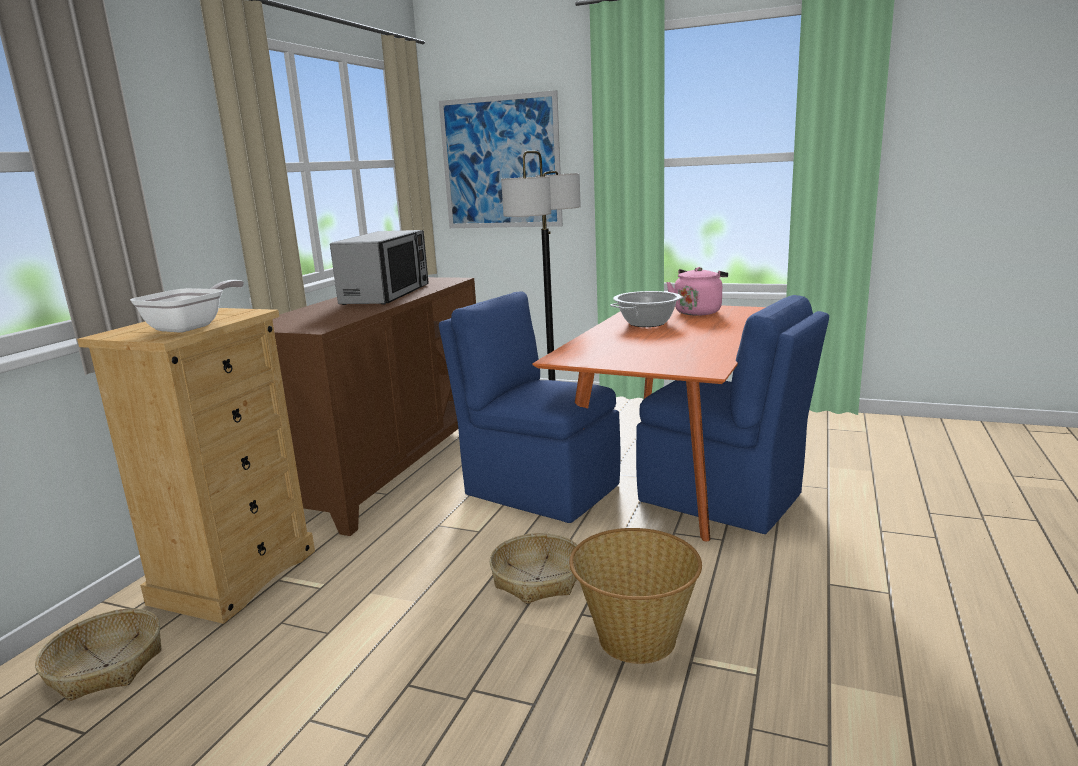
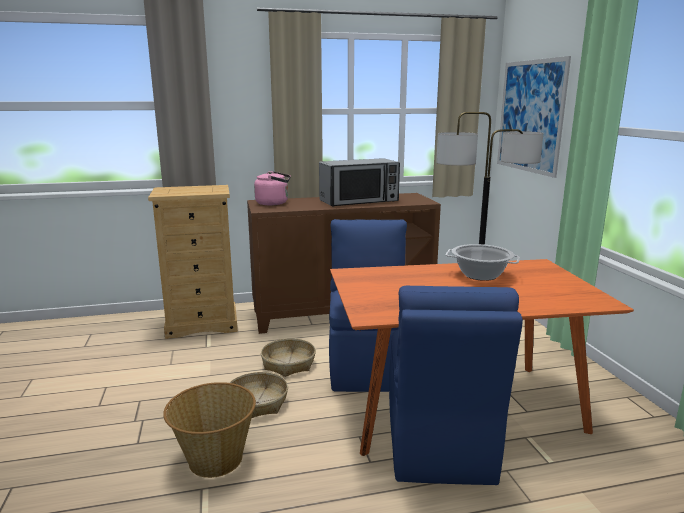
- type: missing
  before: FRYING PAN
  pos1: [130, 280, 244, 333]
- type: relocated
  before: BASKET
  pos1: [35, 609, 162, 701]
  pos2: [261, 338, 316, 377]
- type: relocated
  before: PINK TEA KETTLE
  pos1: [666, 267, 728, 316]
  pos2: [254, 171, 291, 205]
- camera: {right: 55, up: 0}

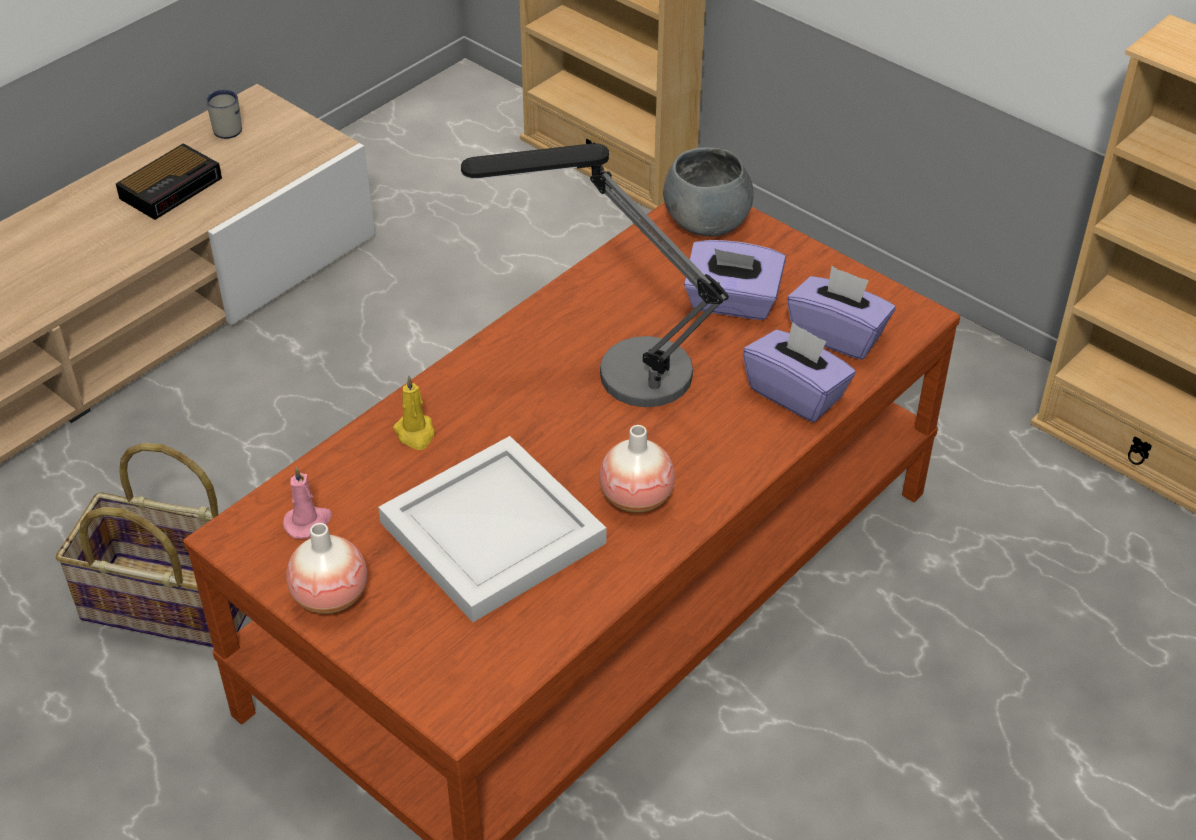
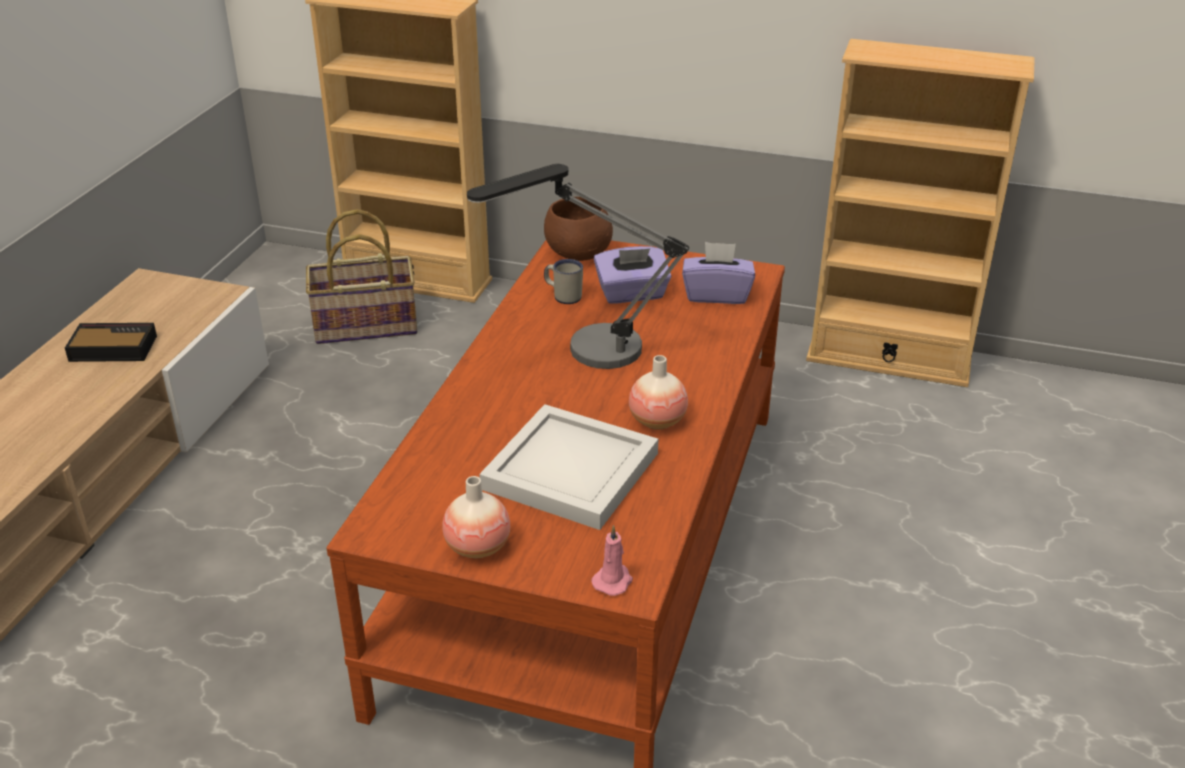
- type: missing
  before: YELLOW WAX CANDLE
  pos1: [393, 376, 435, 450]
- type: missing
  before: PURPLE-COLOURED BOX OF TISSUES
  pos1: [743, 322, 856, 422]
- type: relocated
  before: BASKET
  pos1: [55, 443, 247, 647]
  pos2: [306, 209, 417, 344]
- type: relocated
  before: WHITE MUG
  pos1: [206, 90, 242, 139]
  pos2: [544, 259, 583, 304]
- type: relocated
  before: PINK WAX CANDLE
  pos1: [283, 466, 332, 539]
  pos2: [592, 525, 633, 596]
- type: colour
  before: GRAY SERVING BOWL
  after: BROWN SERVING BOWL
  pos1: [663, 147, 753, 237]
  pos2: [544, 197, 613, 261]
- type: spun
  before: ALARM CLOCK
  pos1: [116, 143, 222, 220]
  pos2: [65, 323, 157, 362]
  turn: -105
- camera: {right: -25, up: -10}

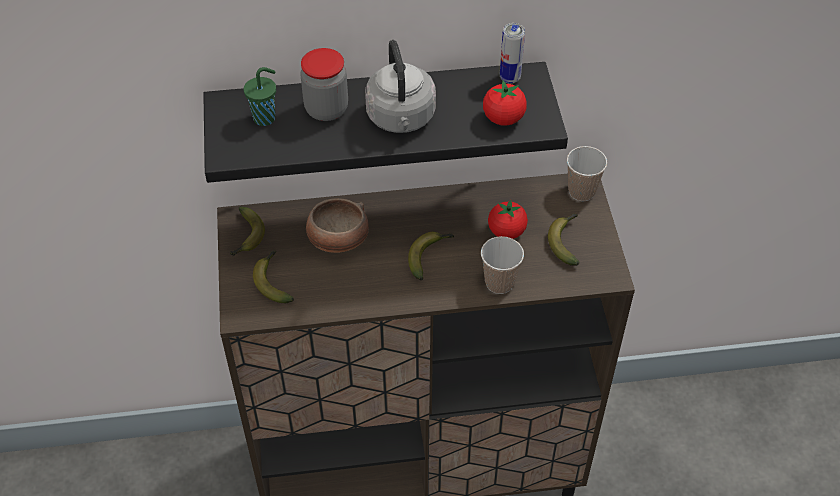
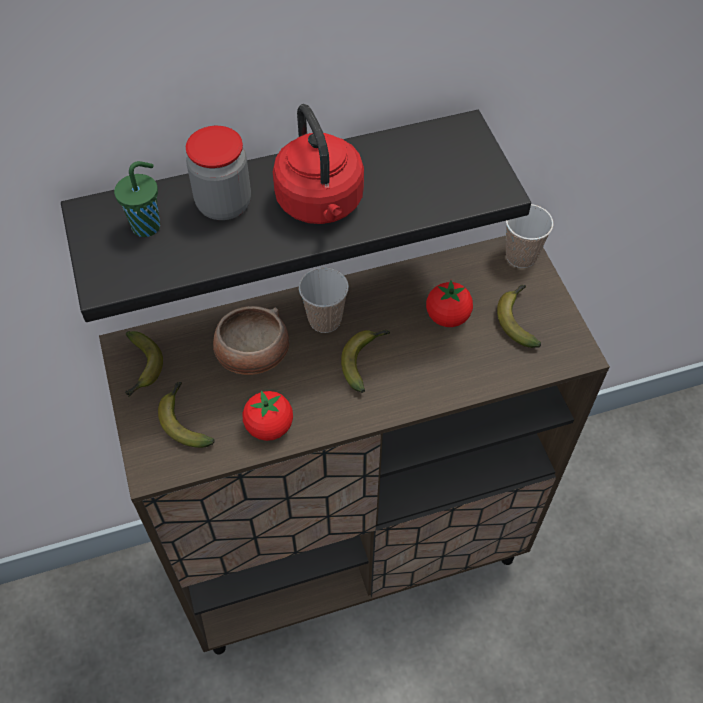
- type: missing
  before: CAN
  pos1: [500, 23, 525, 84]
- type: relocated
  before: CUP
  pos1: [481, 236, 524, 294]
  pos2: [299, 267, 349, 333]
- type: relocated
  before: TOMATO
  pos1: [483, 80, 527, 126]
  pos2: [242, 391, 293, 441]
- type: colour
  before: GRAY TEA KETTLE
  after: REDDISH TEA KETTLE
  pos1: [365, 40, 436, 133]
  pos2: [273, 104, 364, 224]
- camera: {right: -10, up: 5}

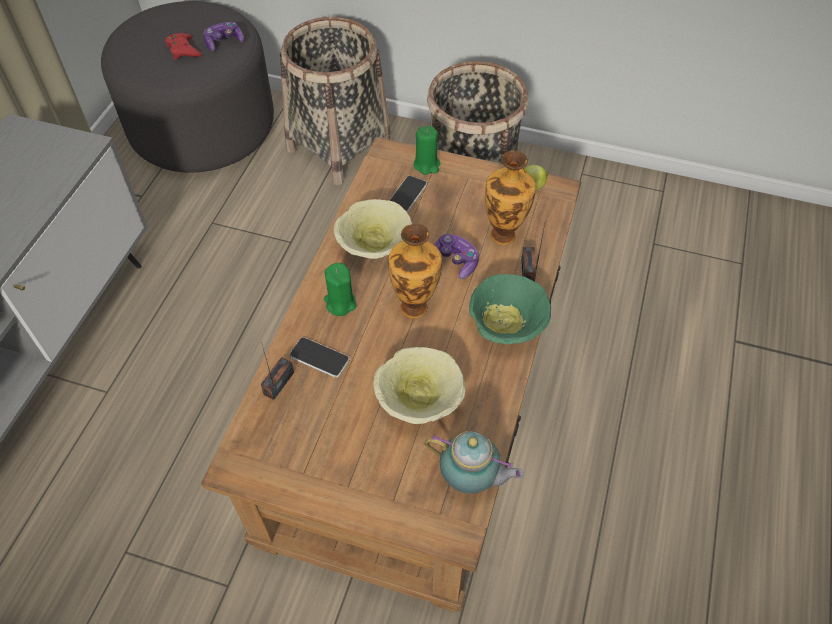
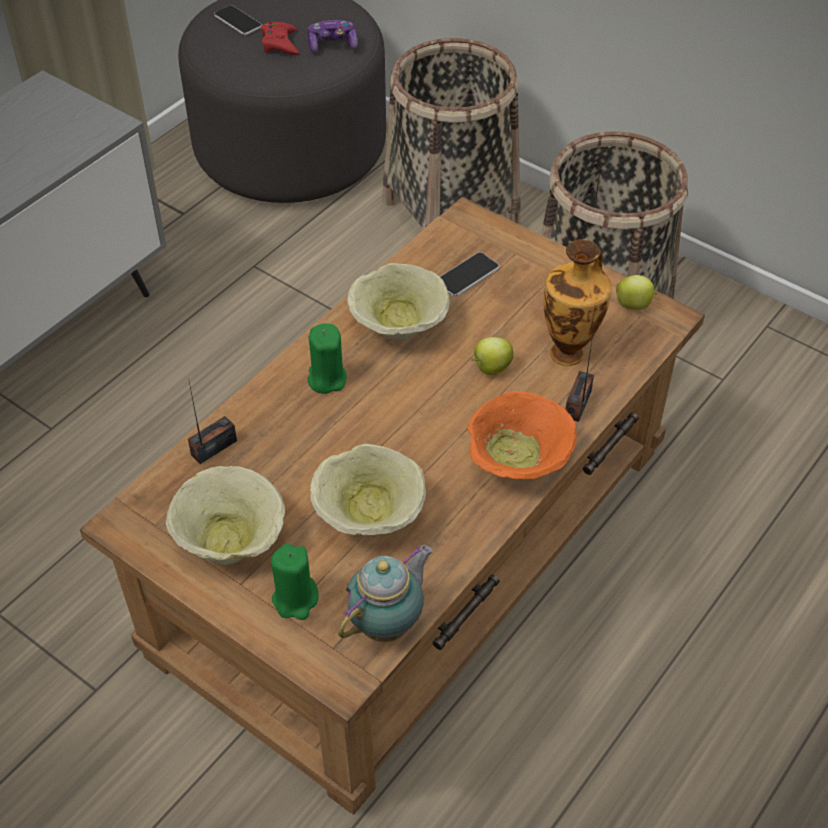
- type: missing
  before: DECORATIVE VASE
  pos1: [388, 224, 442, 319]
- type: appeared
  after: SAND-COLOURED SERVING BOWL
  pos2: [166, 466, 285, 565]
- type: relocated
  before: PHONE
  pos1: [289, 337, 350, 377]
  pos2: [214, 5, 262, 35]
- type: relocated
  before: GREEN-COLOURED WAX CANDLE
  pos1: [413, 126, 440, 175]
  pos2: [271, 544, 319, 620]
- type: exchanged
  before: GAMEPAD
  after: WHOLE APPLE
  pos1: [434, 234, 479, 279]
  pos2: [471, 337, 513, 375]
- type: colour
  before: GREEN-COLOURED SERVING BOWL
  after: ORANGEY SERVING BOWL
  pos1: [469, 274, 551, 344]
  pos2: [468, 391, 577, 480]
- type: spun
  before: POT FOR TEA
  pos1: [424, 431, 523, 494]
  pos2: [338, 545, 433, 642]
  turn: -90
- camera: {right: 20, up: -5}

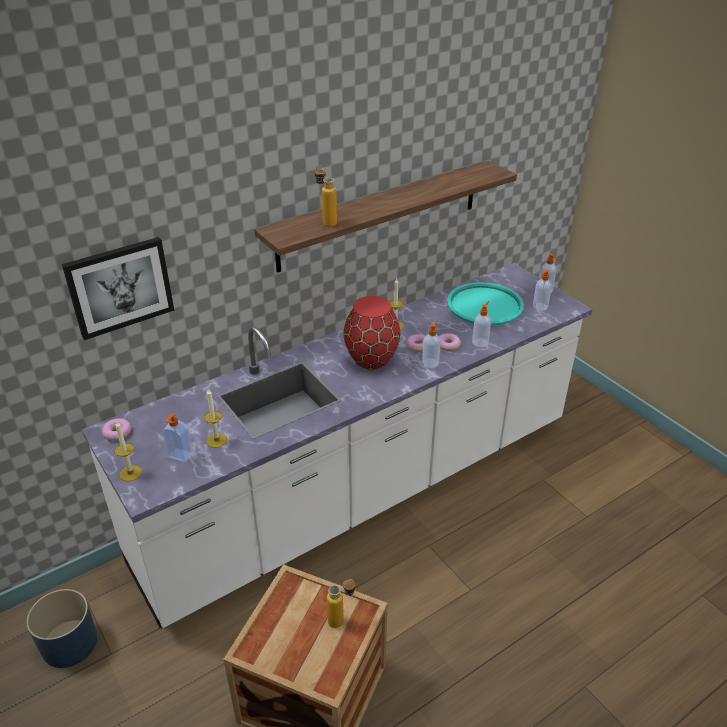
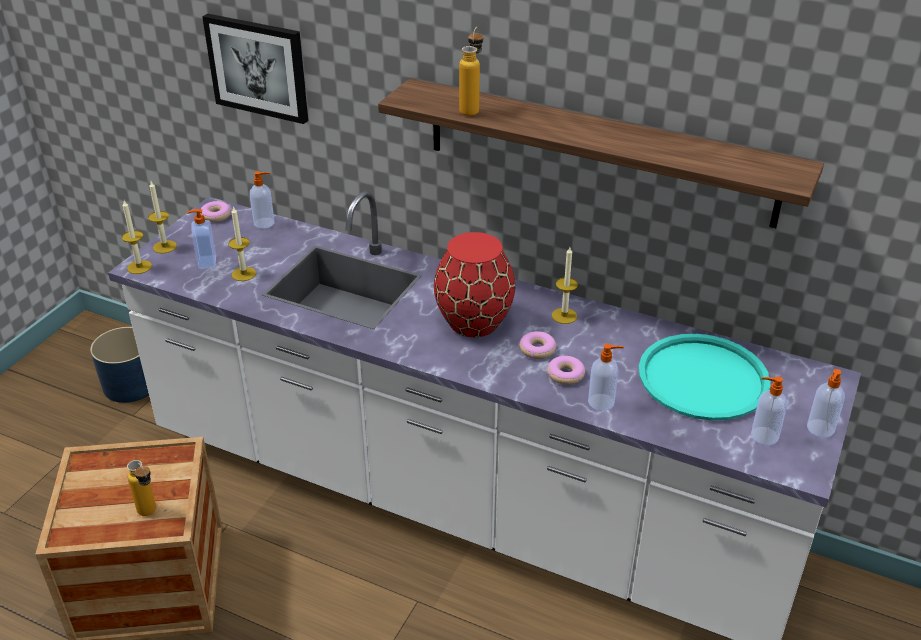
- type: appeared
  after: WAX CANDLE
  pos2: [122, 200, 152, 274]
- type: relocated
  before: SOAP BOTTLE
  pos1: [422, 320, 441, 368]
  pos2: [250, 171, 275, 229]
- camera: {right: 60, up: 0}

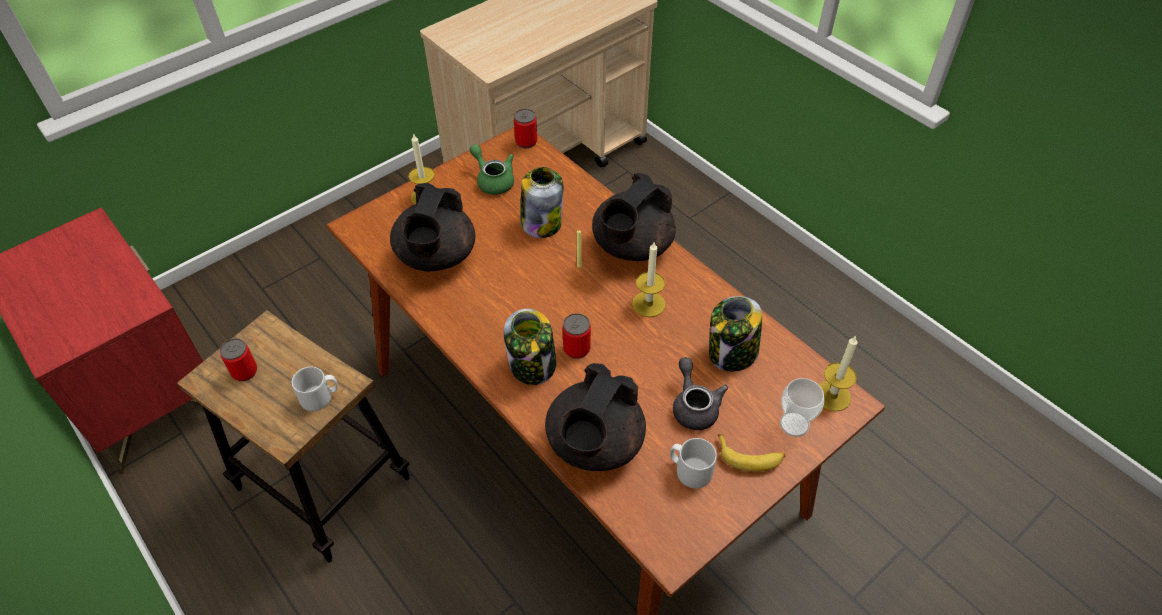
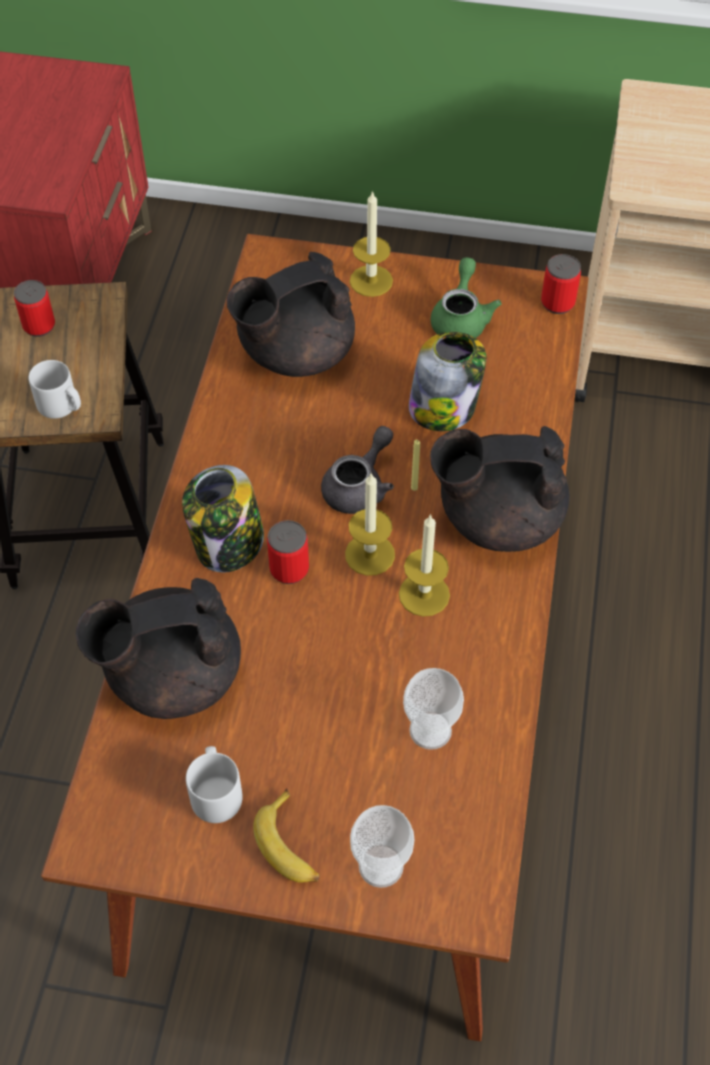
- type: relocated
  before: GRAY POT FOR TEA
  pos1: [673, 357, 728, 430]
  pos2: [321, 426, 394, 514]
- type: relocated
  before: WAX CANDLE
  pos1: [819, 335, 857, 411]
  pos2: [345, 472, 395, 576]
- type: exchanged
  before: STORAGE JAR
  after: CUP
  pos1: [709, 296, 762, 372]
  pos2: [403, 668, 464, 750]
- camera: {right: 50, up: 5}

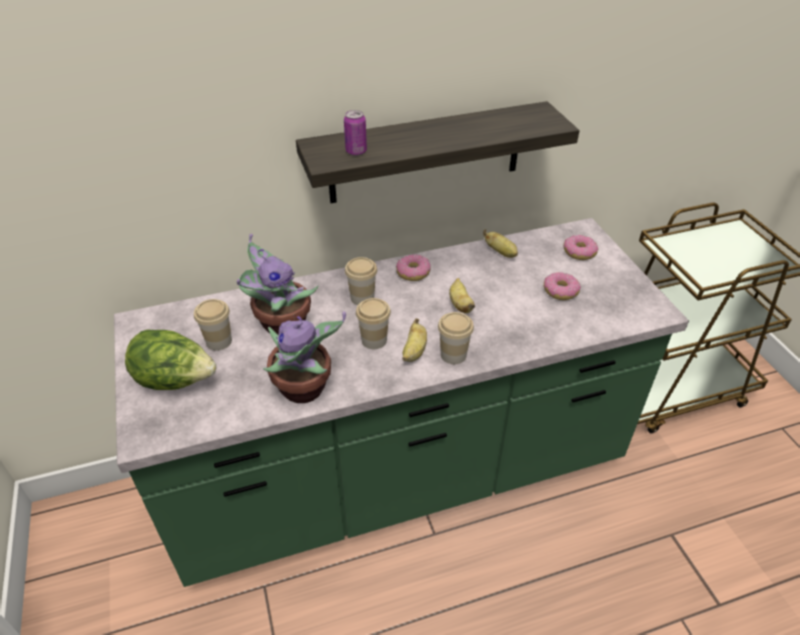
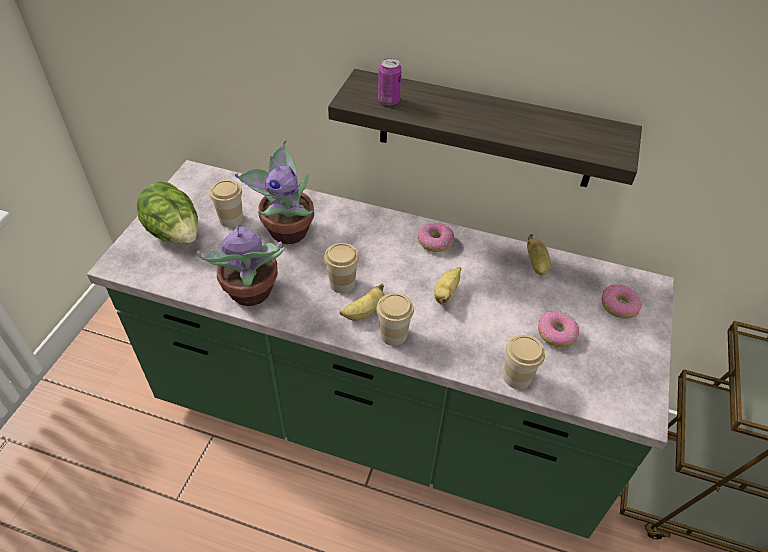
- type: relocated
  before: CUP
  pos1: [345, 257, 377, 305]
  pos2: [503, 335, 545, 389]
- camera: {right: 35, up: 5}

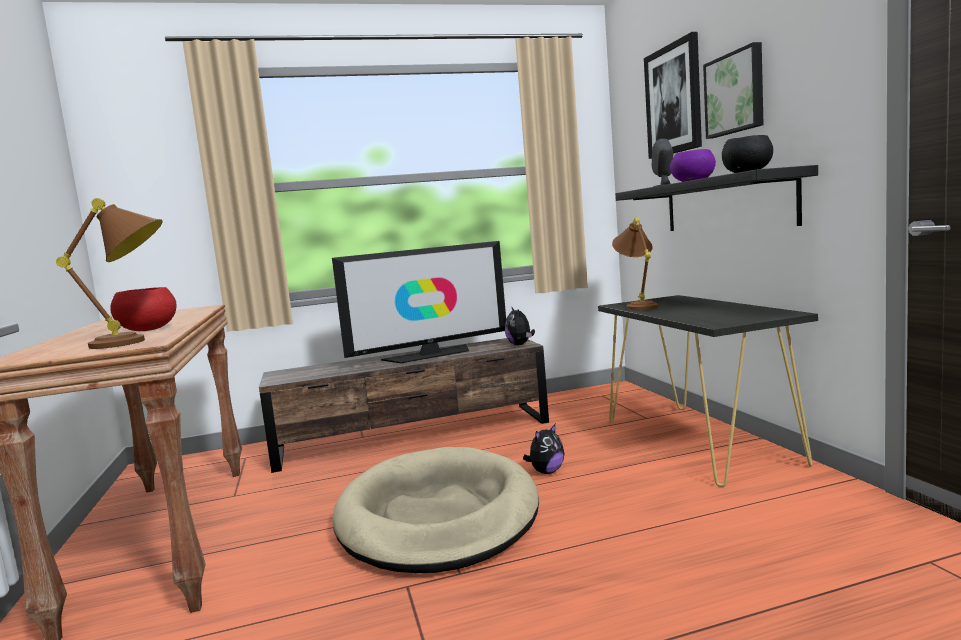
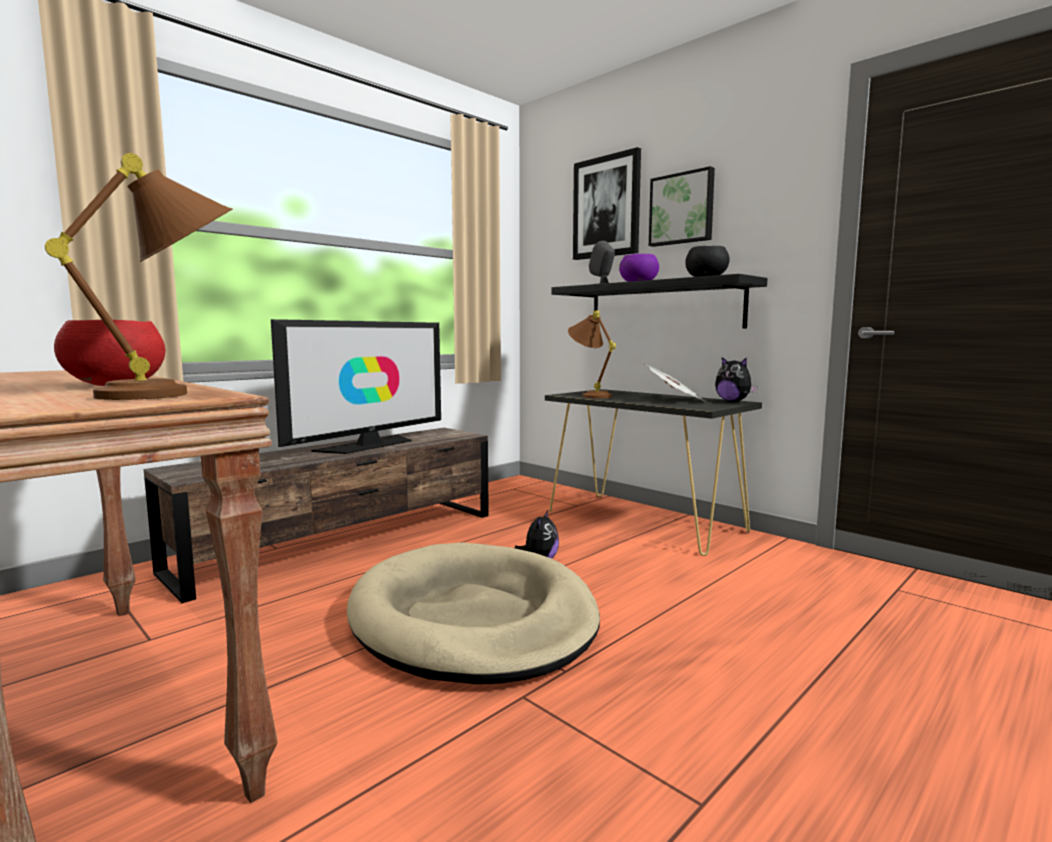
- type: appeared
  after: NEWSPAPER
  pos2: [645, 364, 707, 402]
- type: relocated
  before: PLUSH TOY
  pos1: [505, 306, 535, 345]
  pos2: [715, 357, 758, 402]
- camera: {right: -30, up: 0}

